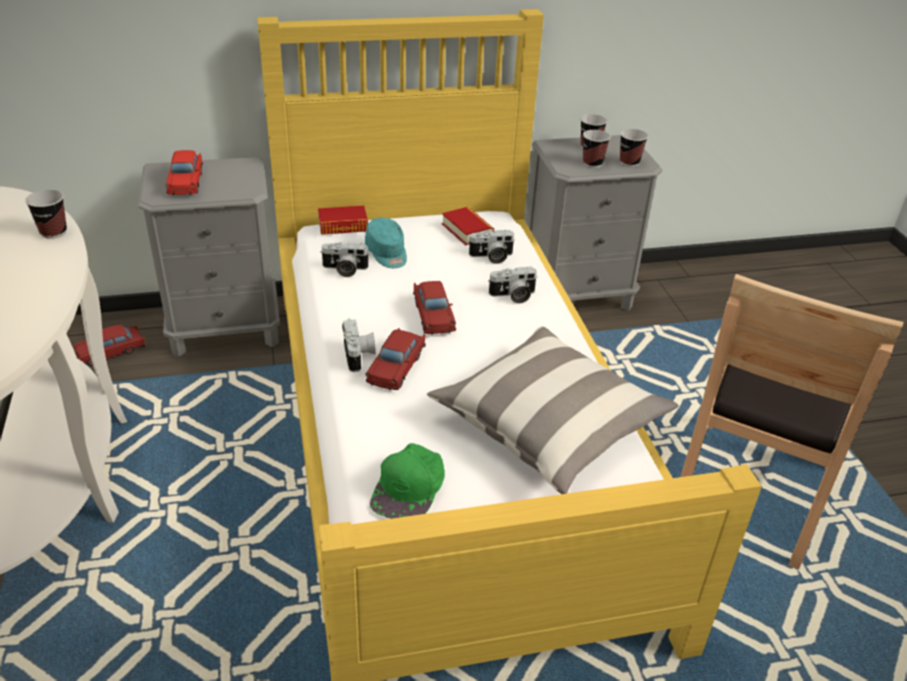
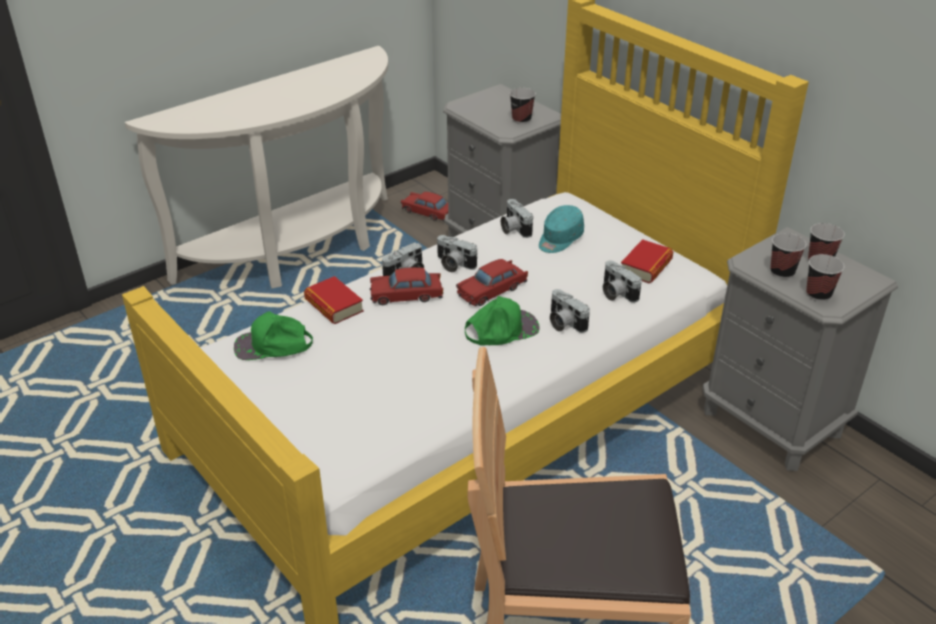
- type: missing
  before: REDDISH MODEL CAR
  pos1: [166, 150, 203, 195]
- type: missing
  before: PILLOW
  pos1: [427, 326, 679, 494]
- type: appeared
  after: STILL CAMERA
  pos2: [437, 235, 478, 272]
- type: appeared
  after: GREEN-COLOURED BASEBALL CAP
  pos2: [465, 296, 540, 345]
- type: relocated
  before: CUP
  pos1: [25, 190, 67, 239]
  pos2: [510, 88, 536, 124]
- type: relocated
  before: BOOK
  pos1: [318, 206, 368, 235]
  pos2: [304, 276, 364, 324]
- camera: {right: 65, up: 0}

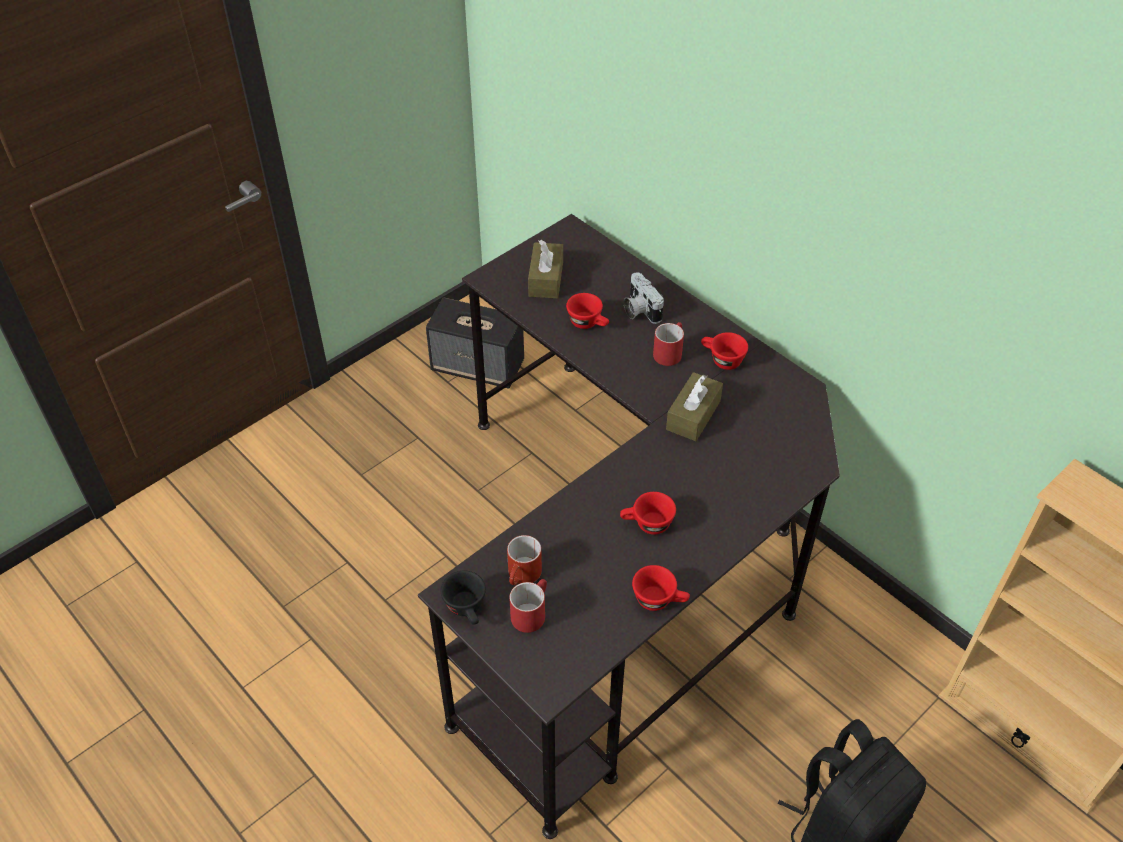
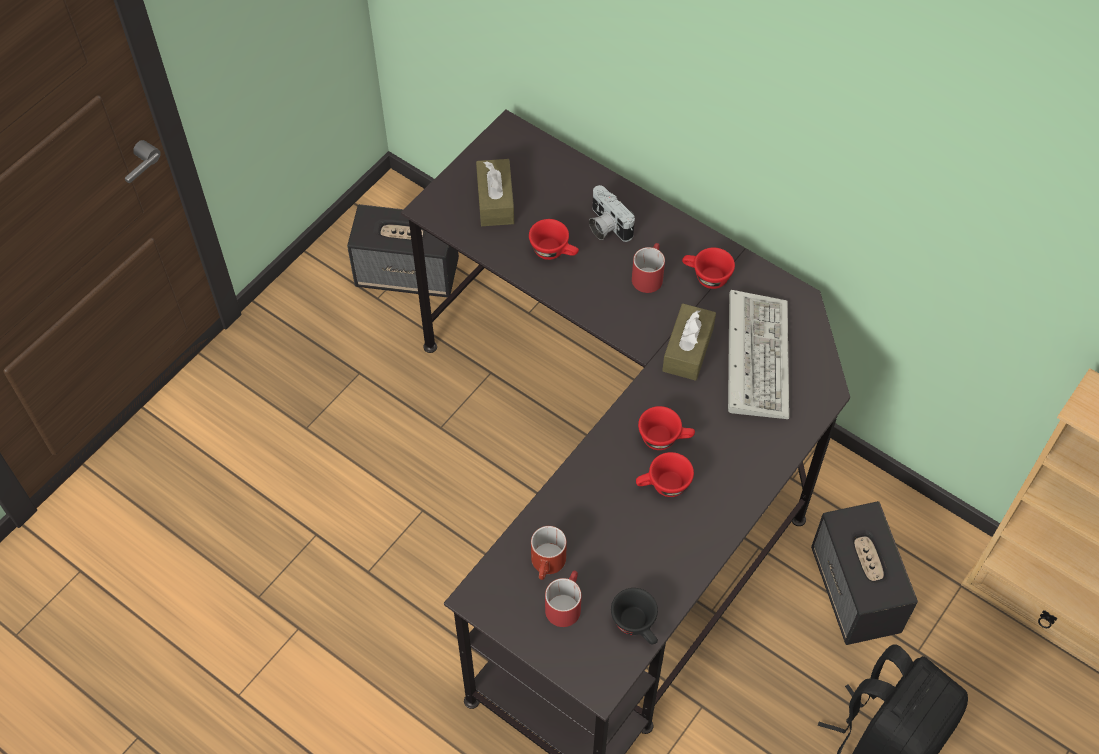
- type: appeared
  after: KEYBOARD
  pos2: [728, 290, 789, 419]
- type: appeared
  after: LOUDSPEAKER
  pos2: [811, 501, 918, 645]
- type: relocated
  before: BLACK CUP
  pos1: [441, 571, 486, 625]
  pos2: [611, 588, 658, 645]
- type: relocated
  before: REDDISH CUP
  pos1: [632, 565, 690, 611]
  pos2: [638, 406, 695, 450]
- camera: {right: -10, up: 10}

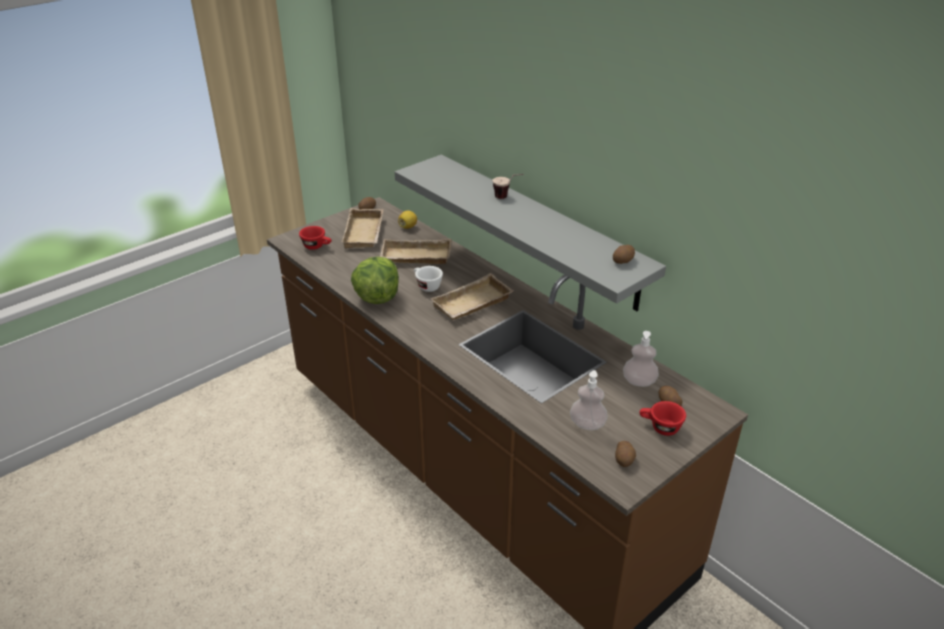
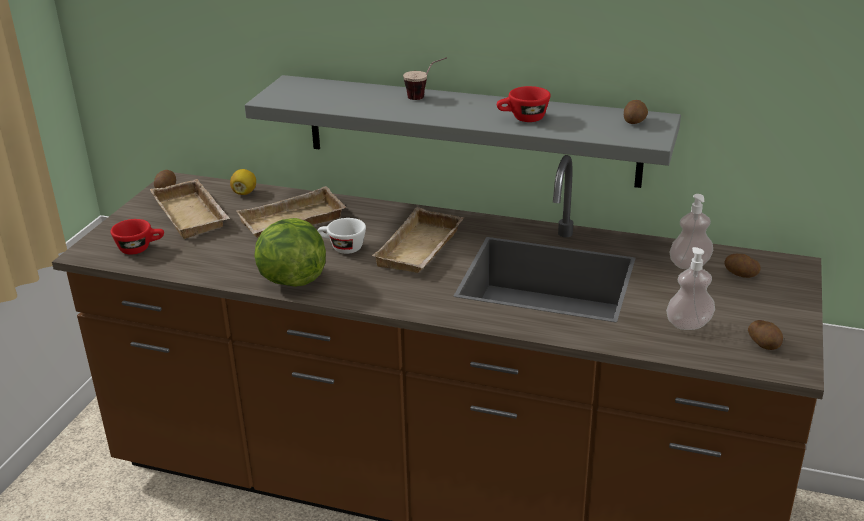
- type: relocated
  before: REDDISH CUP
  pos1: [639, 401, 686, 436]
  pos2: [497, 86, 551, 122]
- camera: {right: -30, up: -5}

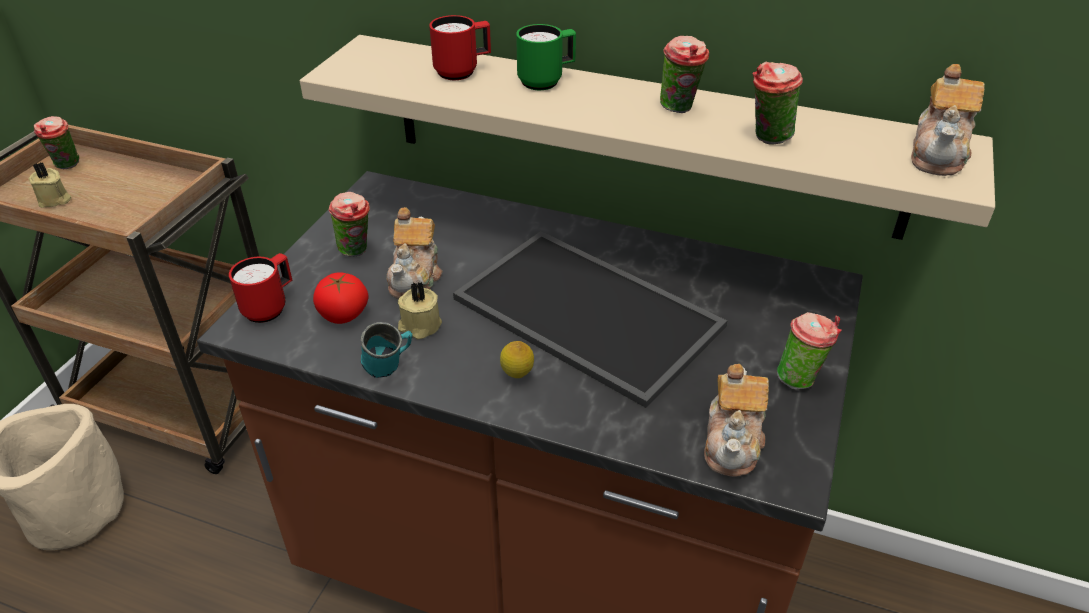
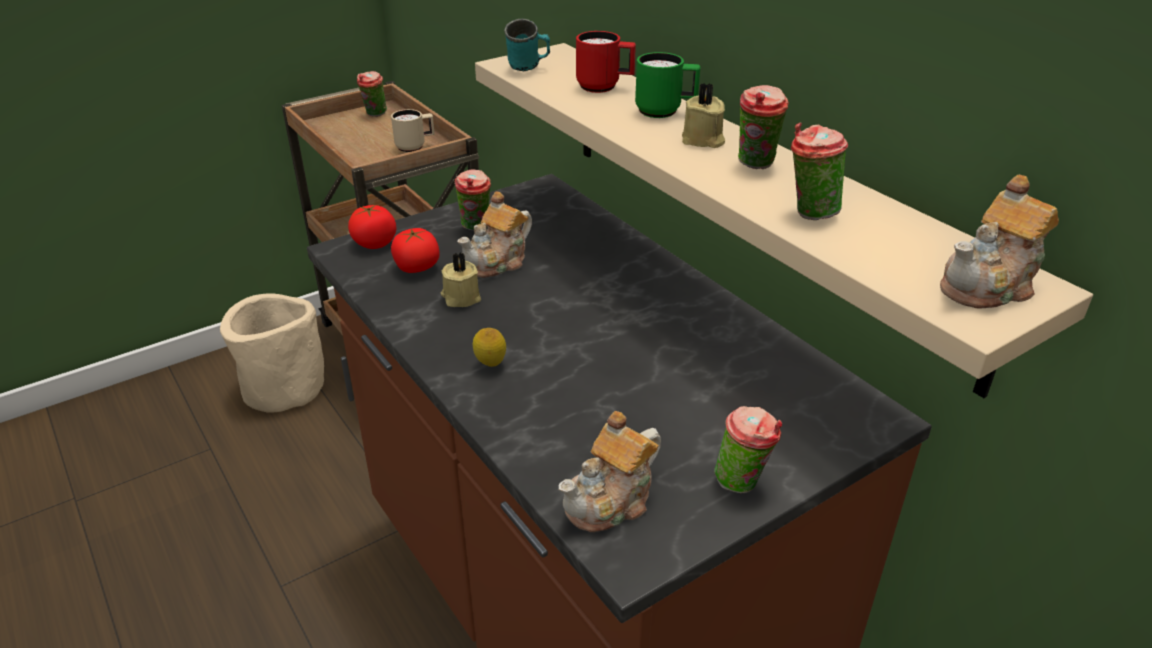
- type: missing
  before: CARRYING TRAY
  pos1: [453, 231, 727, 408]
- type: appeared
  after: SAND-COLOURED MUG
  pos2: [391, 109, 435, 152]
- type: relocated
  before: SAND-COLOURED WAX CANDLE
  pos1: [29, 162, 71, 208]
  pos2: [682, 83, 725, 148]
- type: relocated
  before: BLUE-GREEN MUG
  pos1: [361, 322, 412, 378]
  pos2: [504, 19, 550, 71]
- type: exchanged
  before: REDDISH MUG
  after: TOMATO
  pos1: [229, 253, 293, 323]
  pos2: [348, 205, 397, 249]
- camera: {right: 35, up: -5}

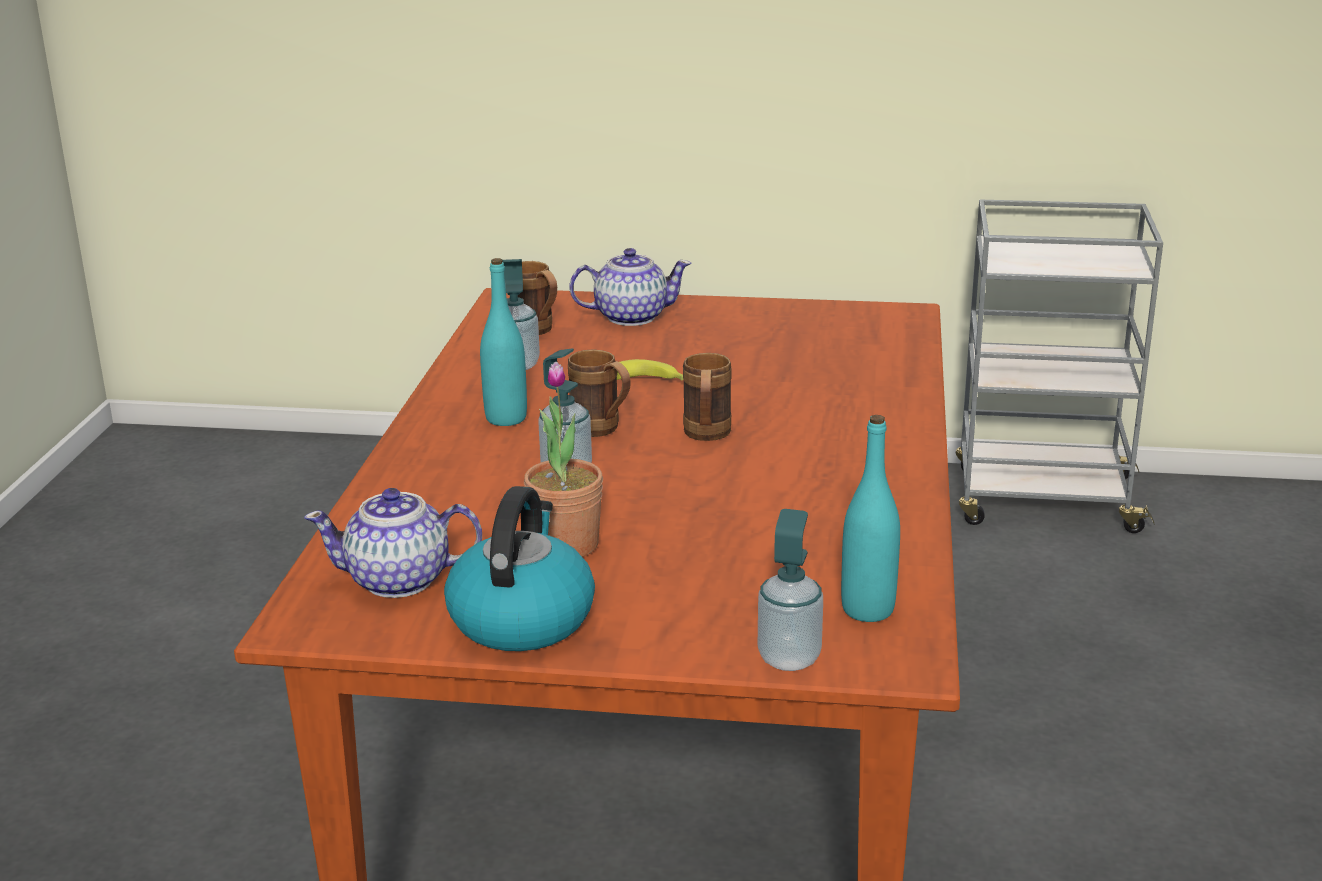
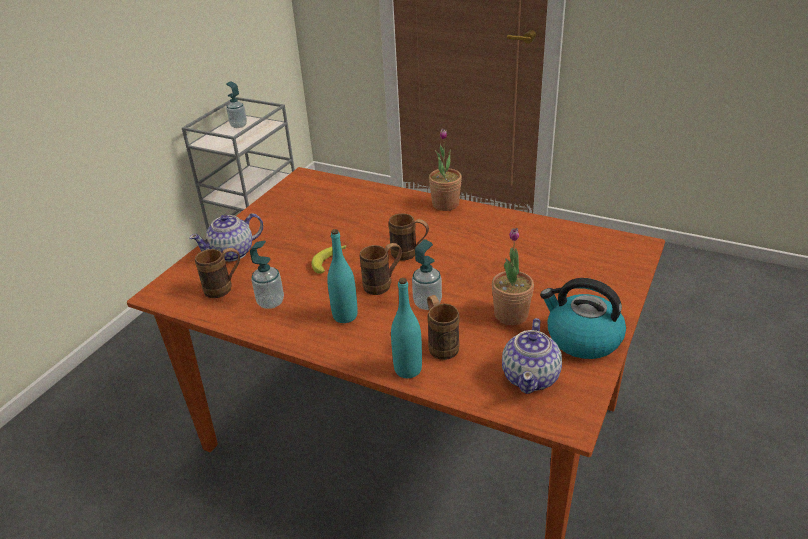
- type: appeared
  after: BROWN MUG
  pos2: [427, 295, 459, 360]
- type: appeared
  after: HOUSEPLANT
  pos2: [429, 128, 462, 211]
- type: relocated
  before: SOAP BOTTLE
  pos1: [758, 509, 823, 671]
  pos2: [226, 81, 247, 128]
- type: relocated
  before: BLUE-GREEN BEVERAGE BOTTLE
  pos1: [841, 415, 900, 622]
  pos2: [391, 278, 422, 378]
- type: spun
  before: POT FOR TEA
  pos1: [569, 248, 692, 326]
  pos2: [189, 213, 263, 262]
  turn: -135
- camera: {right: -70, up: 10}

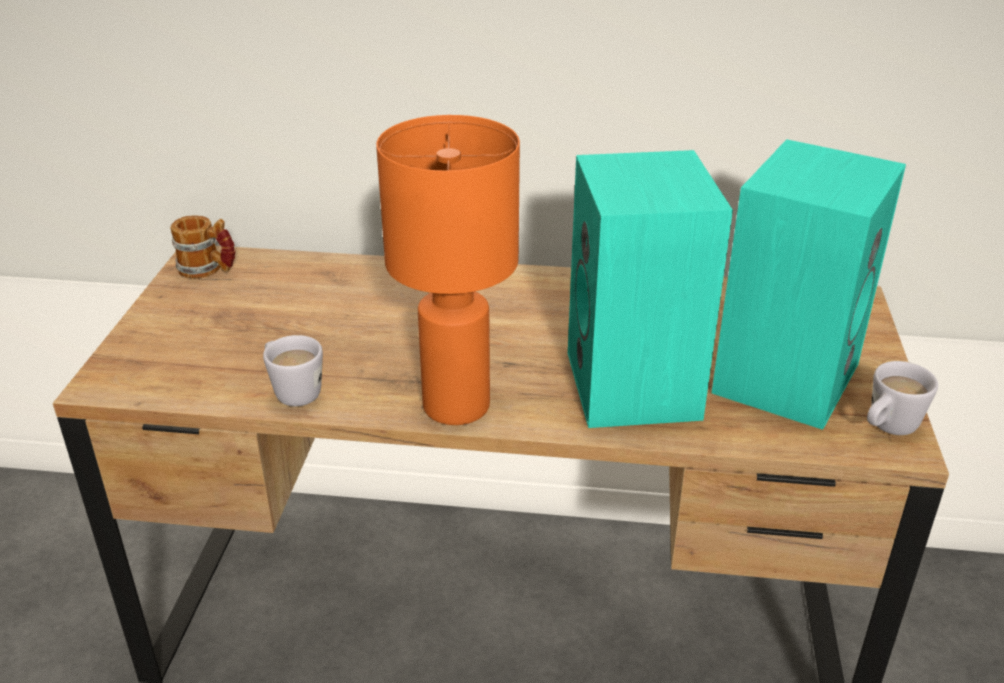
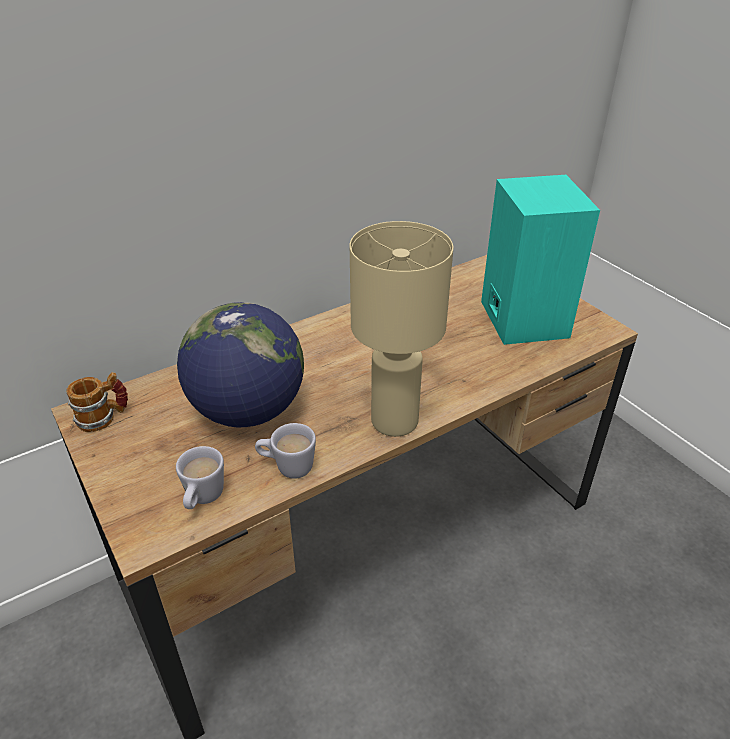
- type: missing
  before: BLUE-GREEN LOUDSPEAKER
  pos1: [568, 150, 733, 428]
- type: appeared
  after: GLOBE
  pos2: [177, 302, 304, 427]
- type: relocated
  before: WHITE MUG
  pos1: [867, 361, 938, 435]
  pos2: [176, 446, 224, 509]
- type: colour
  before: ORANGEY LAMP FOR A TABLE
  after: SAND-COLOURED LAMP FOR A TABLE
  pos1: [376, 115, 520, 425]
  pos2: [350, 221, 454, 437]
- camera: {right: -40, up: 5}

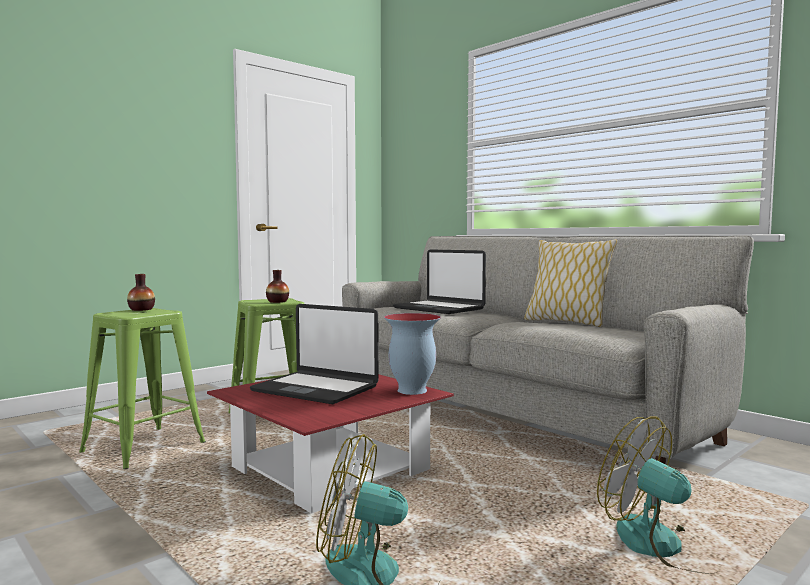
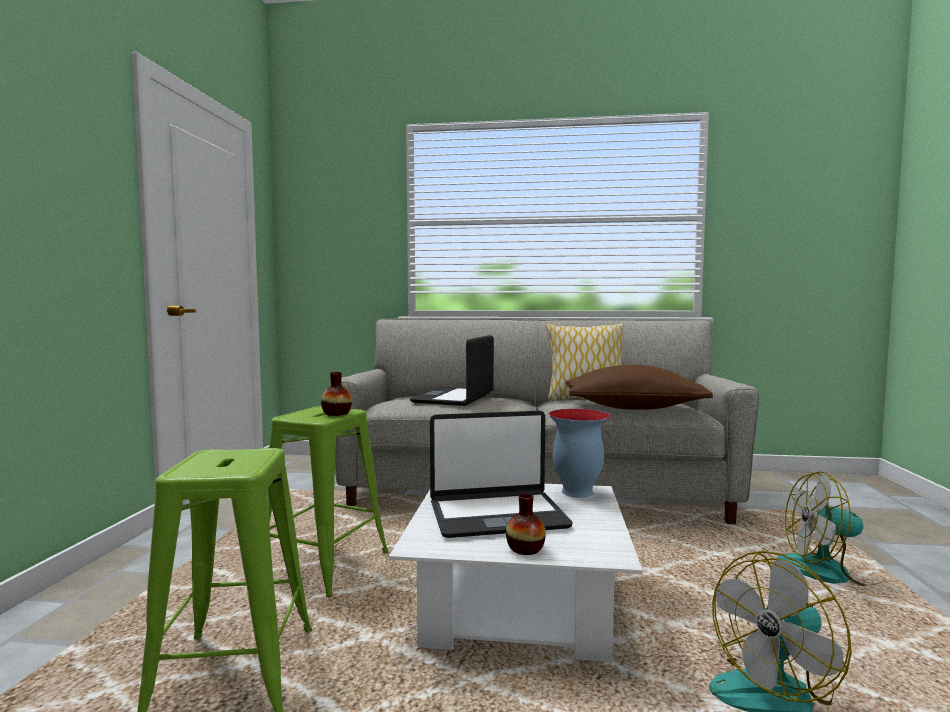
- type: appeared
  after: BROWN PILLOW
  pos2: [565, 365, 713, 410]
- type: relocated
  before: DECORATIVE VASE
  pos1: [127, 274, 155, 311]
  pos2: [506, 493, 546, 555]
- type: colour
  before: REDDISH COFFEE TABLE
  after: WHITE COFFEE TABLE
  pos1: [207, 374, 454, 514]
  pos2: [389, 484, 643, 662]
- type: spun
  before: NOTEBOOK COMPUTER
  pos1: [393, 249, 486, 314]
  pos2: [410, 335, 494, 406]
  turn: 105
- camera: {right: -40, up: 0}

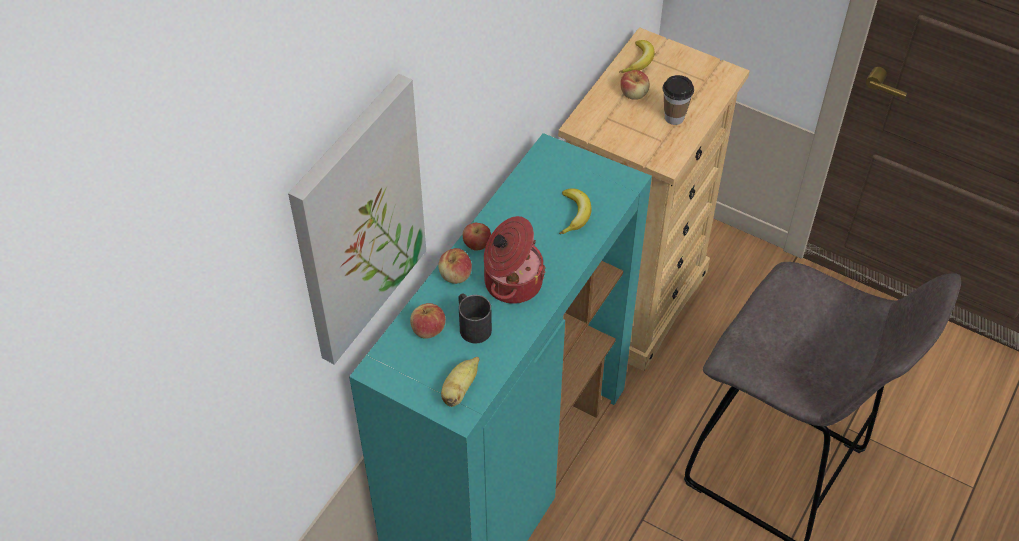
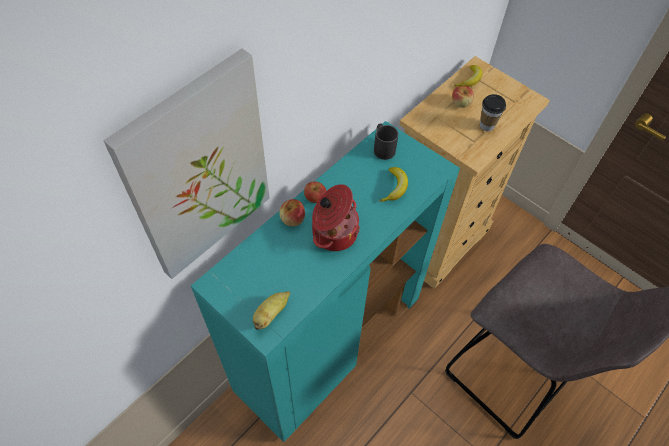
- type: missing
  before: WHOLE APPLE
  pos1: [410, 303, 446, 339]
- type: relocated
  before: BLACK MUG
  pos1: [458, 293, 492, 344]
  pos2: [374, 123, 399, 160]
- camera: {right: 10, up: 5}

